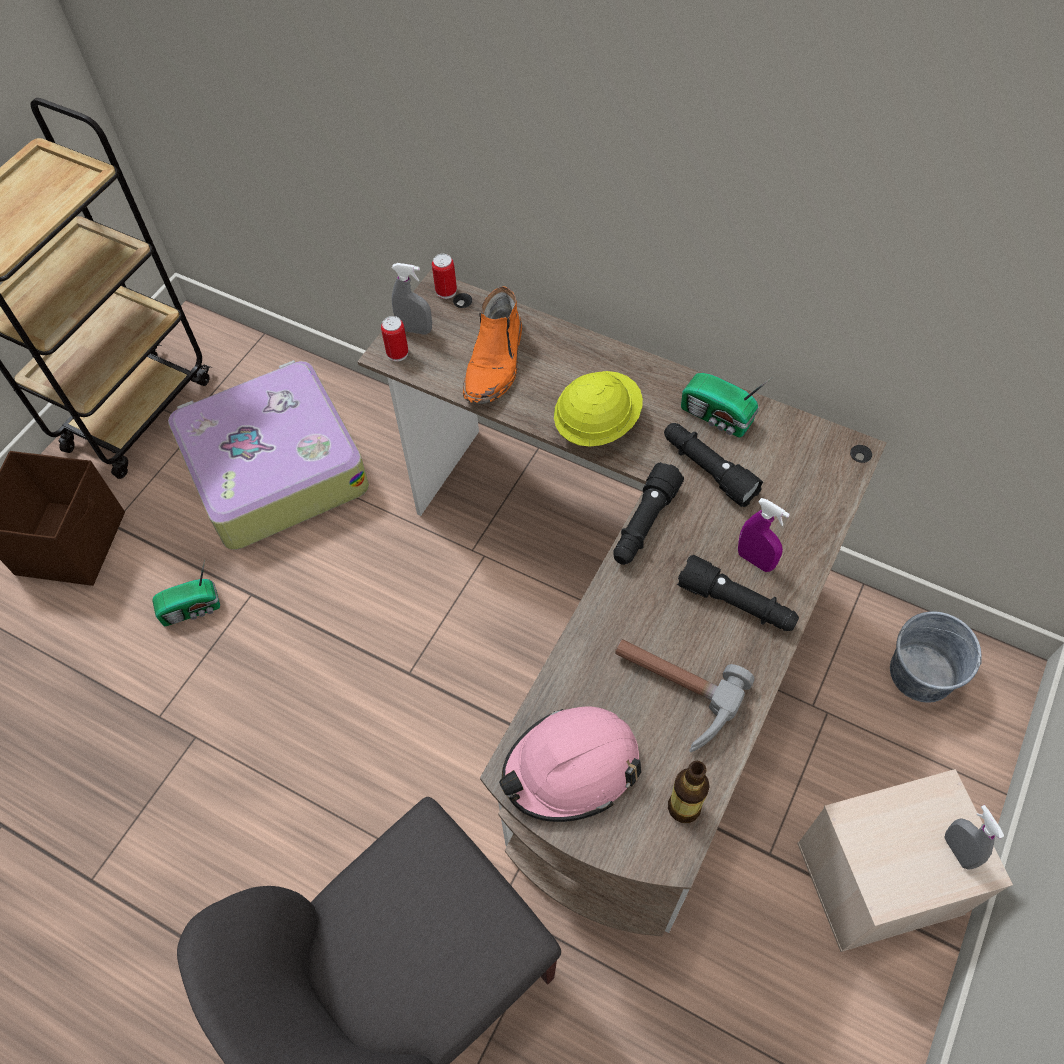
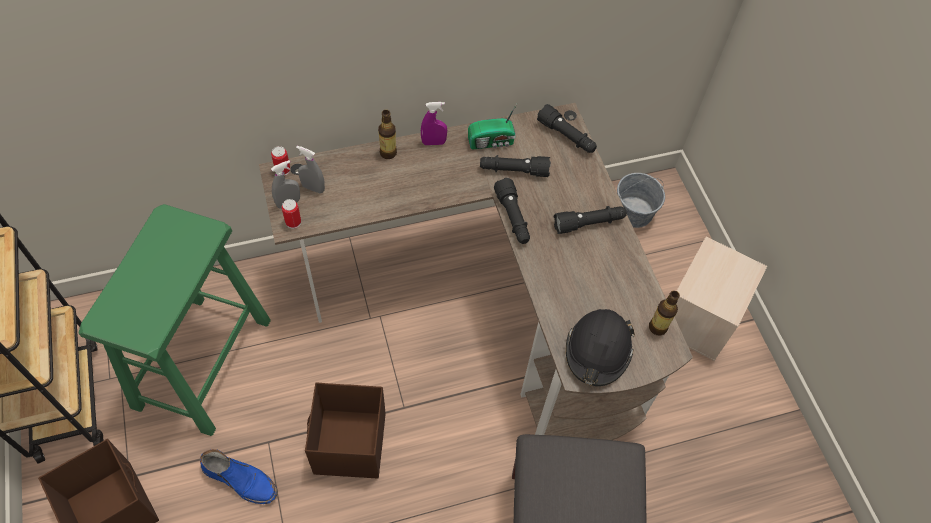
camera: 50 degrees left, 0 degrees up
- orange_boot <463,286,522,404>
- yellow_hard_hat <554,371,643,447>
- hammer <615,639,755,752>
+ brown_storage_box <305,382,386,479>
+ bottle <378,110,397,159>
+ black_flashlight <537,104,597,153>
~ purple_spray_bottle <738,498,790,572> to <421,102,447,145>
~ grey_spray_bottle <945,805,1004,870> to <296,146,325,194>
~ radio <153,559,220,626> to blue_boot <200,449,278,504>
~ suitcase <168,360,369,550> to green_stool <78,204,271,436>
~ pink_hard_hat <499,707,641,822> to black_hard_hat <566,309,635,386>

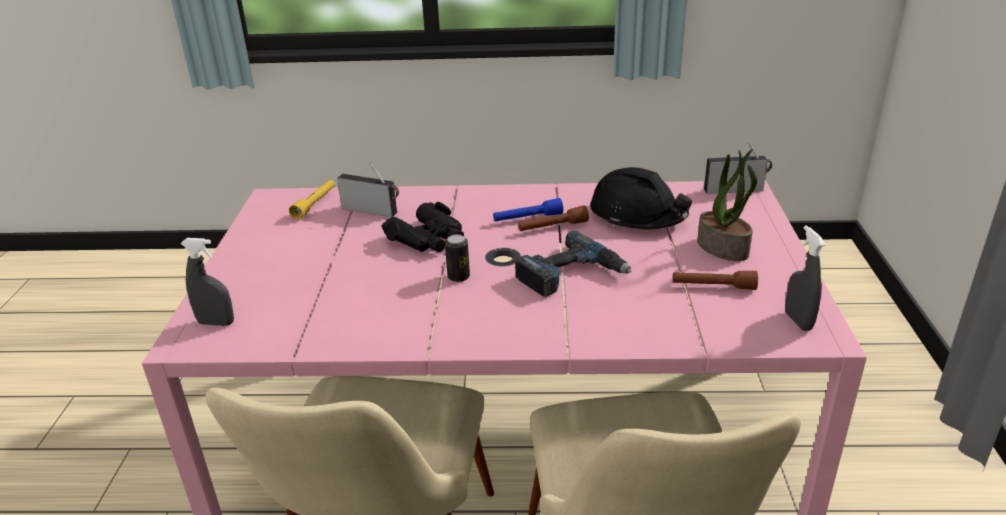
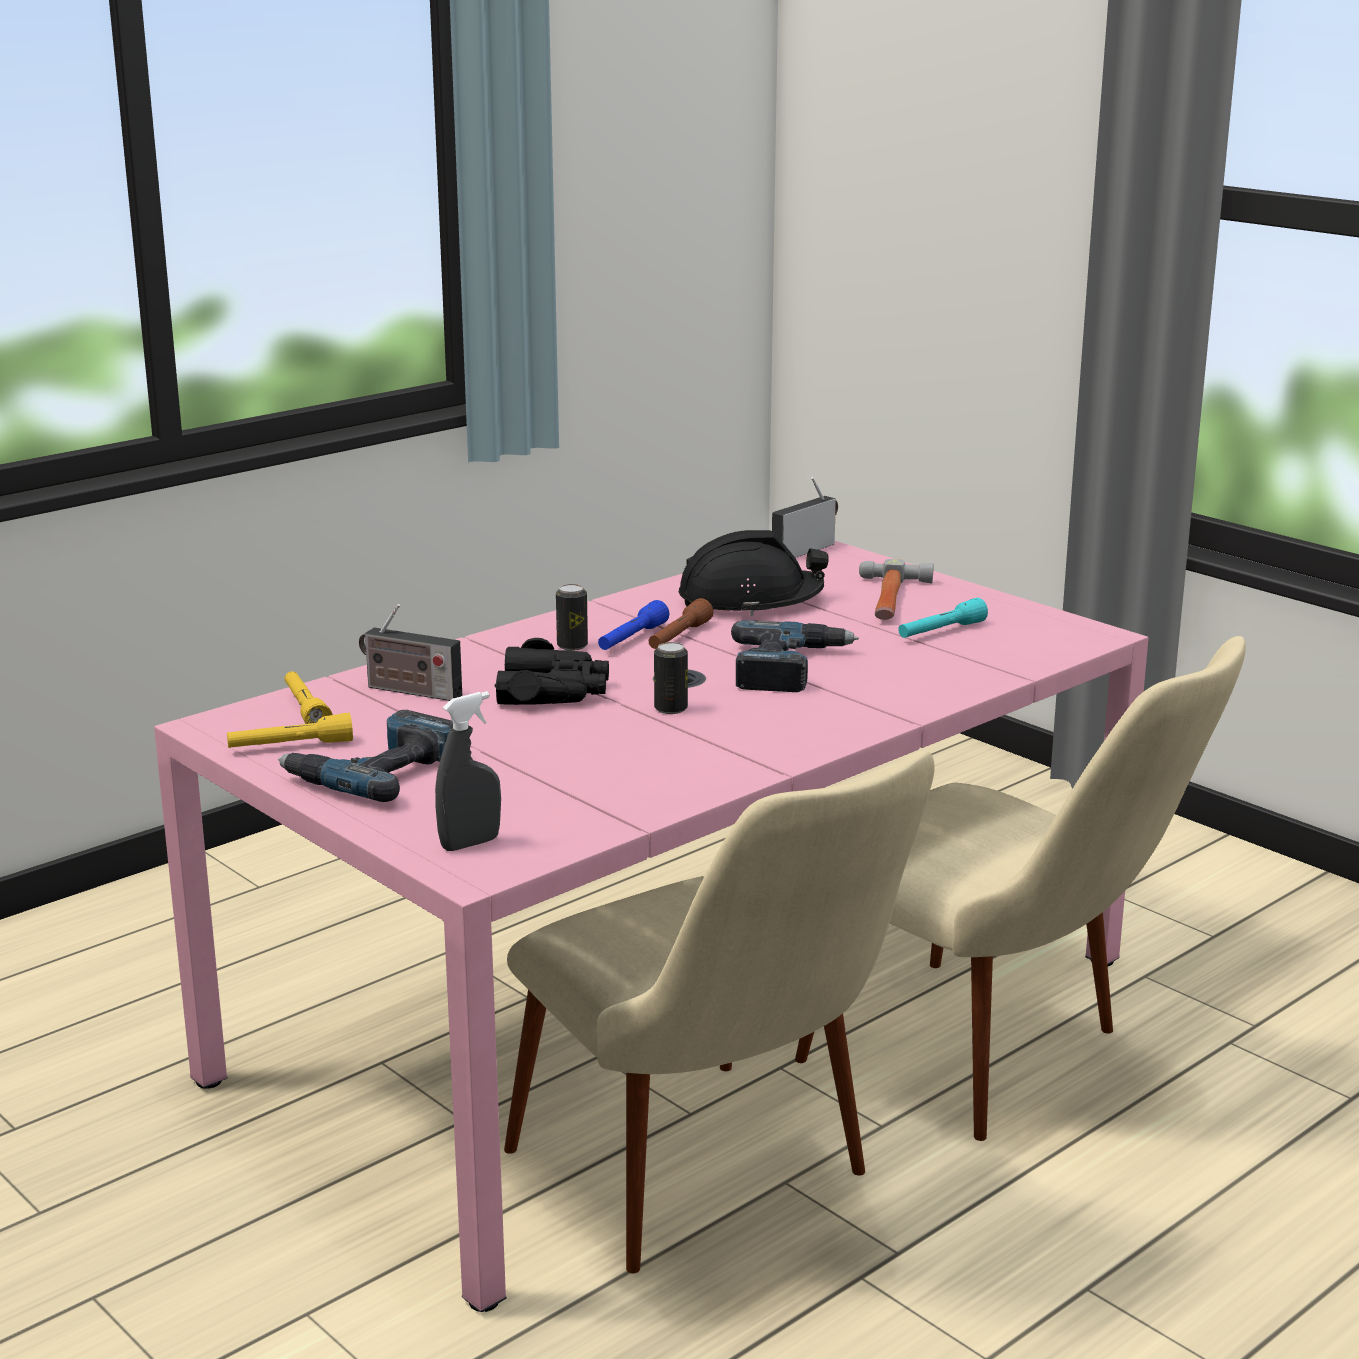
camera: 45 degrees left, 10 degrees down
- grey_spray_bottle <785,225,825,331>
+ yellow_flashlight <227,713,353,748>
+ power_drill <278,710,453,802>
+ can <556,584,588,651>
~ potted_plant <697,149,757,261> to hammer <859,559,934,620>
~ brown_flashlight <673,271,758,290> to turquoise_flashlight <898,598,988,638>
~ radio <337,163,399,217> = <359,604,462,701> 135 degrees counterclockwise

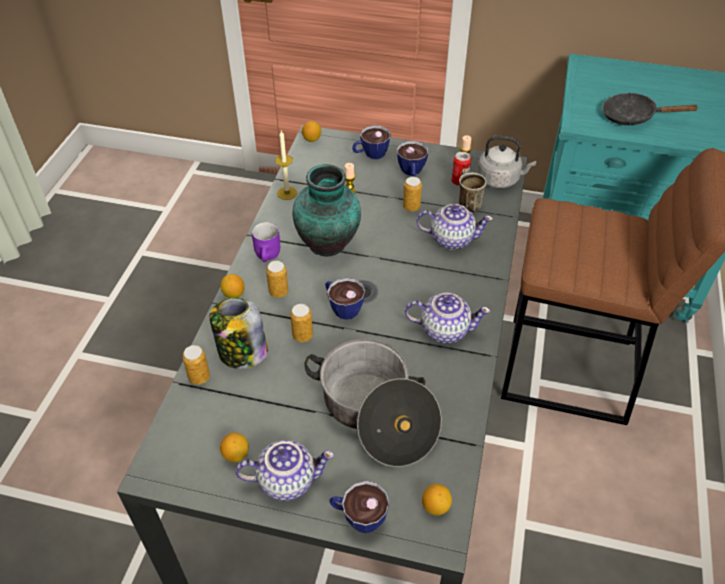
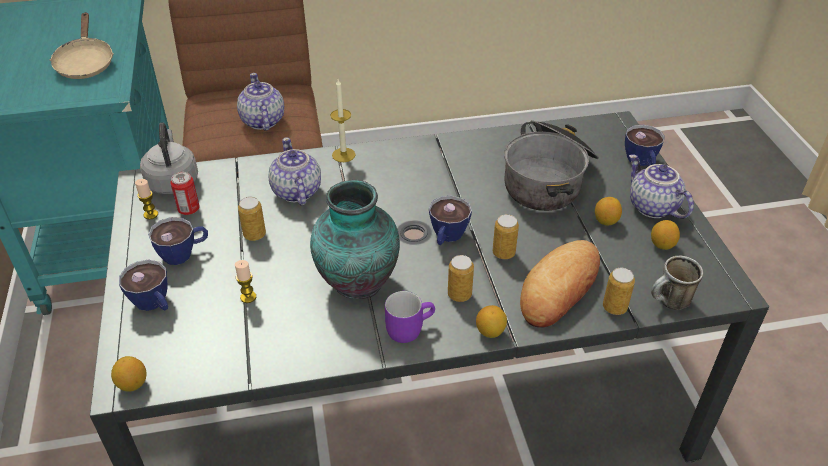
camera: 115 degrees left, 5 degrees down
~ candle <275,131,297,200> to <330,79,356,162>
~ teapot <405,293,491,343> to <237,73,284,131>
~ lemon <422,484,452,516> to <595,197,622,225>
~ mug <459,173,487,212> to <651,256,703,310>
~ jar <210,297,268,369> to bread <520,240,600,328>
~ black_frying_pan <602,93,699,125> to beige_frying_pan <50,12,114,79>

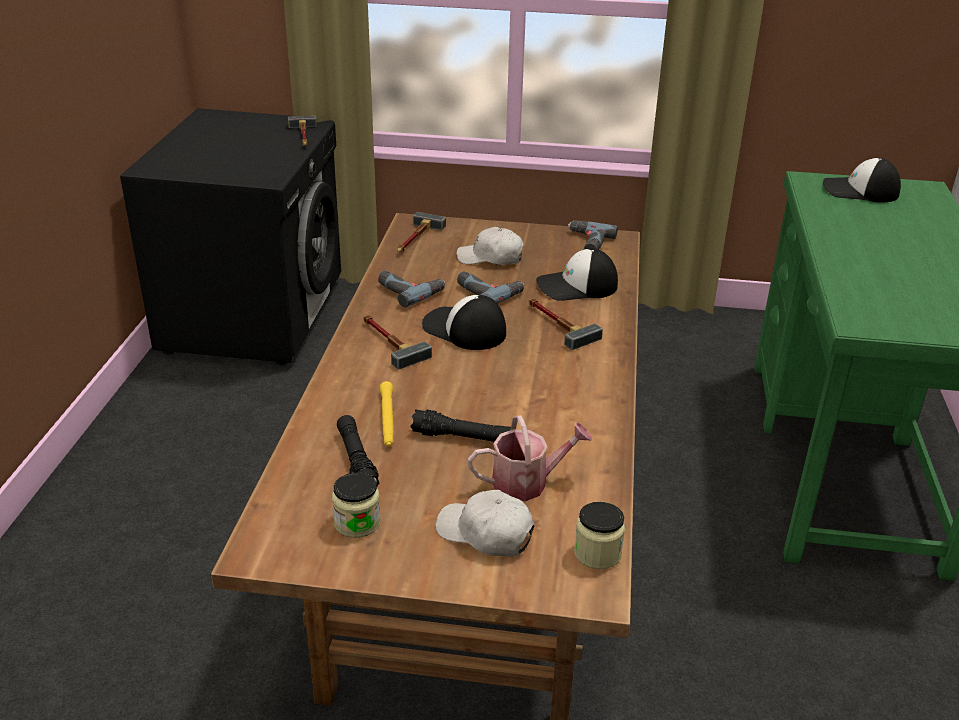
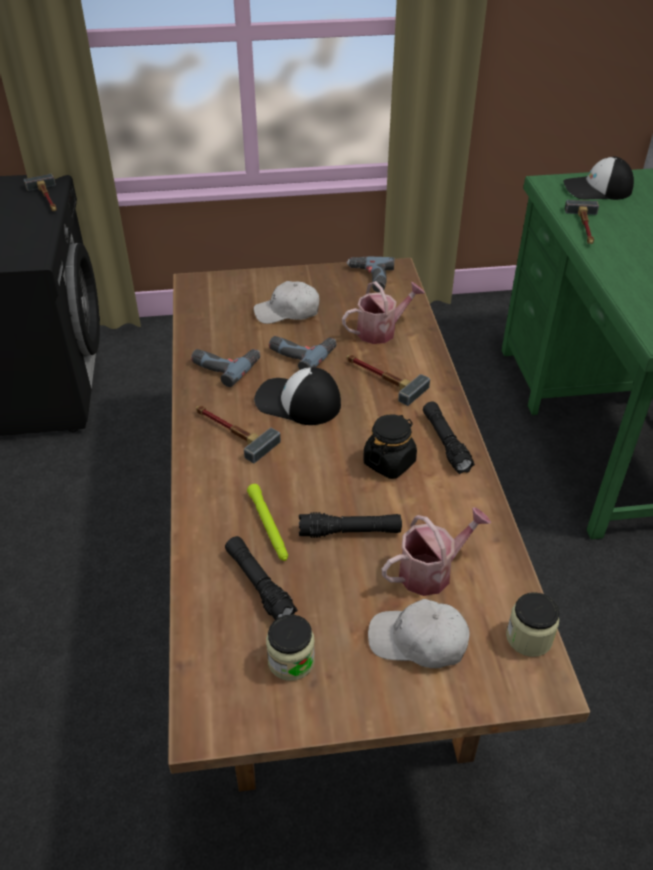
camera: 15 degrees left, 10 degrees up
+ black_jar <363,415,417,479>
+ black_flashlight <423,401,475,474>
~ hammer <397,212,446,253> to <565,200,599,244>
~ cap <536,248,618,301> to watering_can <342,281,425,344>
~ yellow_flashlight <380,381,394,447> to green_flashlight <247,484,288,561>

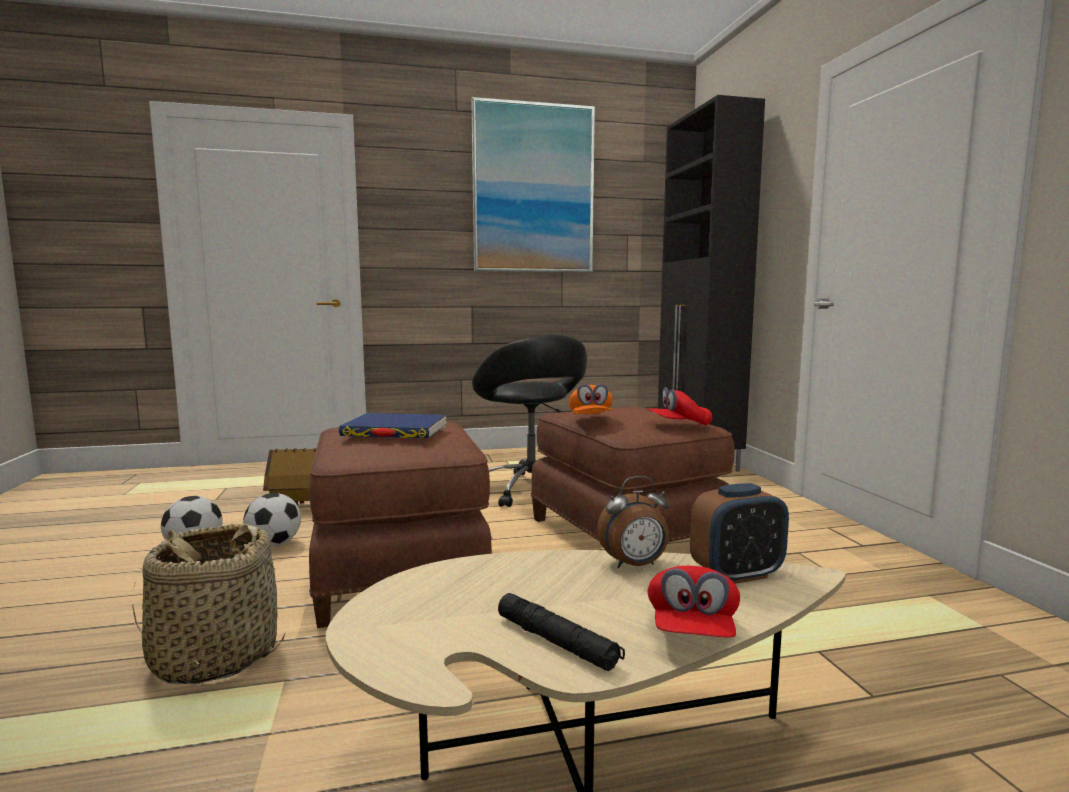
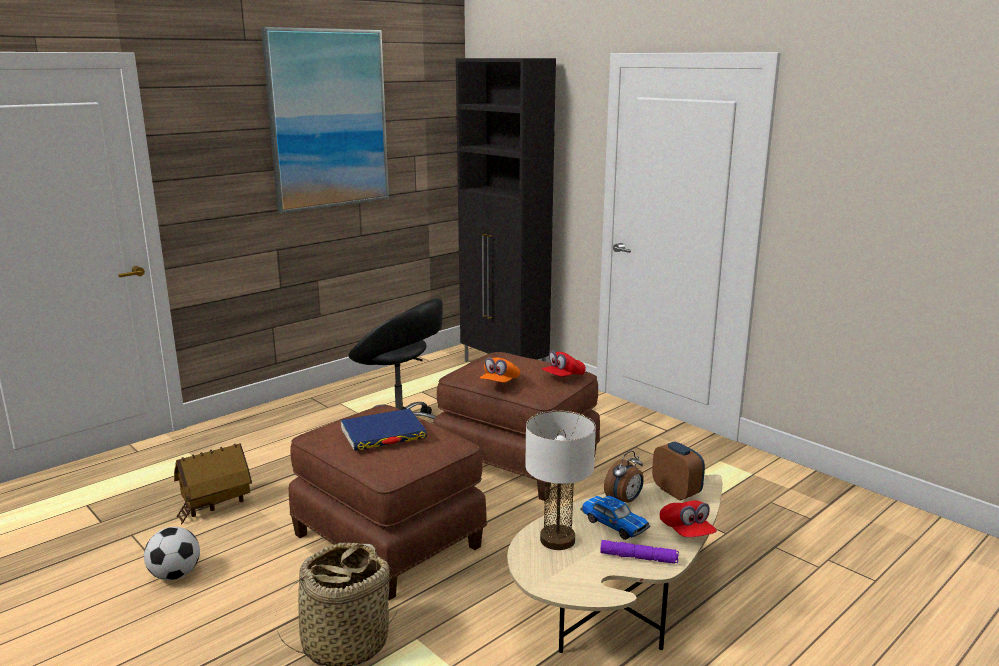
camera: 30 degrees left, 10 degrees up
- football <243,493,301,547>
+ table_lamp <525,411,596,550>
+ toy_car <581,496,650,540>
~ black_flashlight <498,593,625,671> to purple_flashlight <600,540,679,564>
~ orange_cap <569,384,613,414> = <480,357,520,383> 60 degrees clockwise
~ alarm_clock <690,483,789,584> = <652,442,705,500> 75 degrees counterclockwise

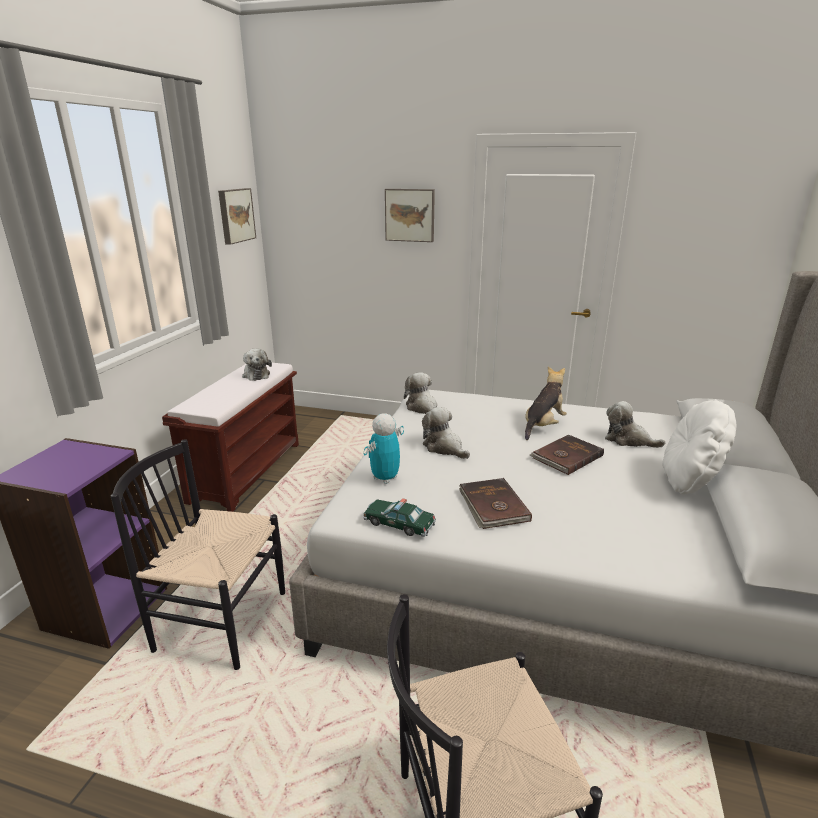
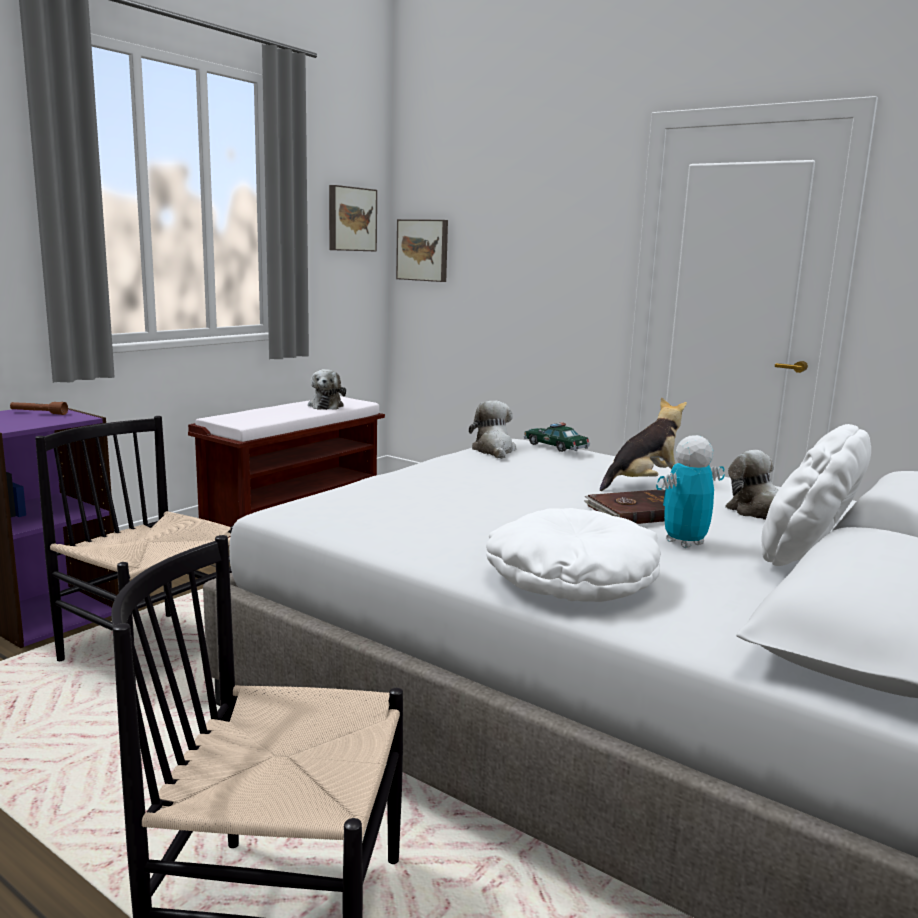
camera: 20 degrees right, 10 degrees down
- plush_toy <422,407,470,459>
- brown_book <459,478,532,529>
+ brown_flashlight <10,402,68,415>
+ white_pillow <486,508,661,602>
~ toy_robot <363,413,404,484> to <656,435,725,548>
~ toy_car <363,498,436,537> to <524,422,590,452>
~ picture <385,189,435,242> to <396,219,448,282>

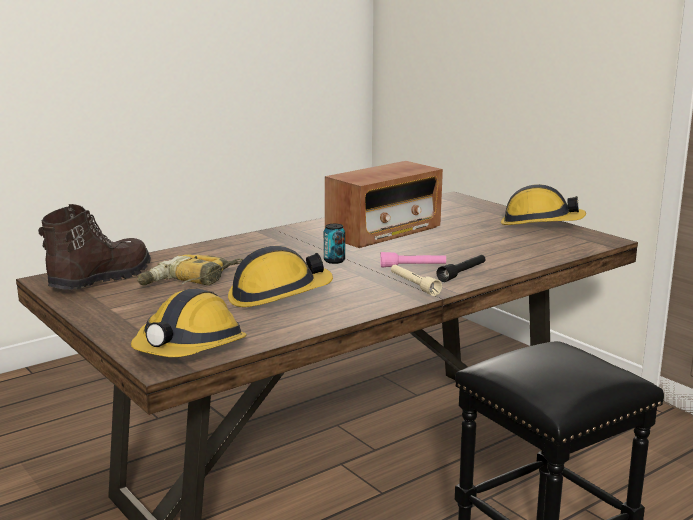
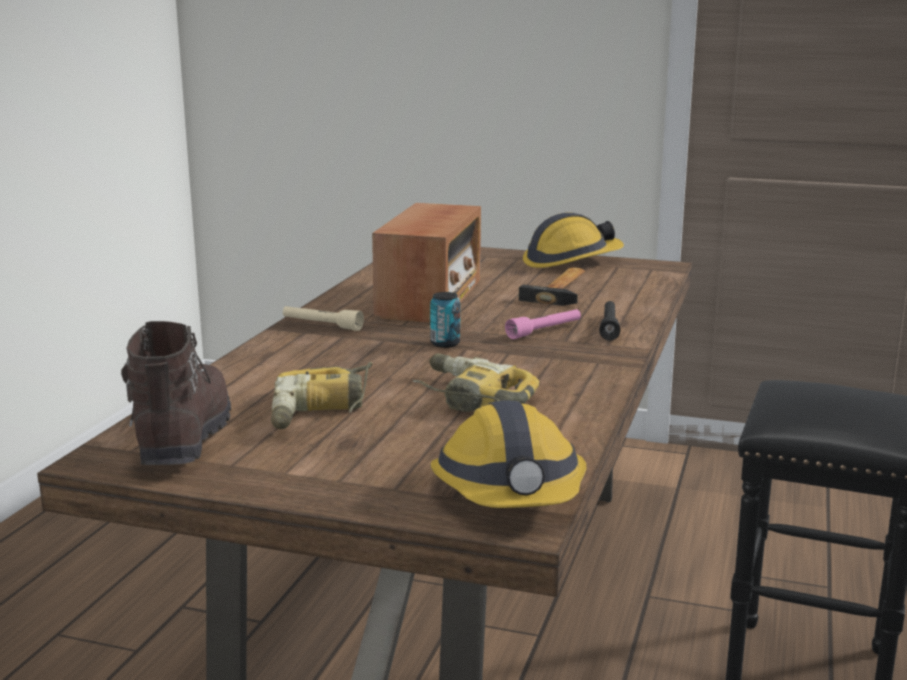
camera: 35 degrees left, 0 degrees up
+ hammer <519,268,585,306>
~ beige_flashlight <391,265,442,296> to <283,306,364,331>
~ hard_hat <228,246,333,307> to power_drill <413,353,539,412>

